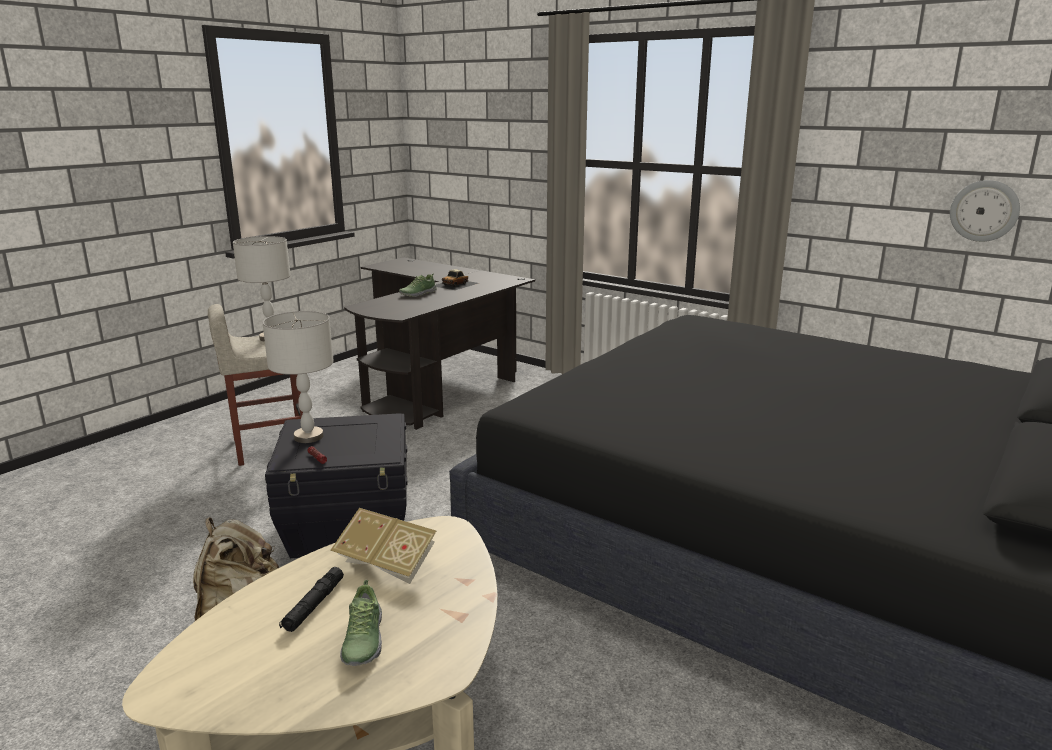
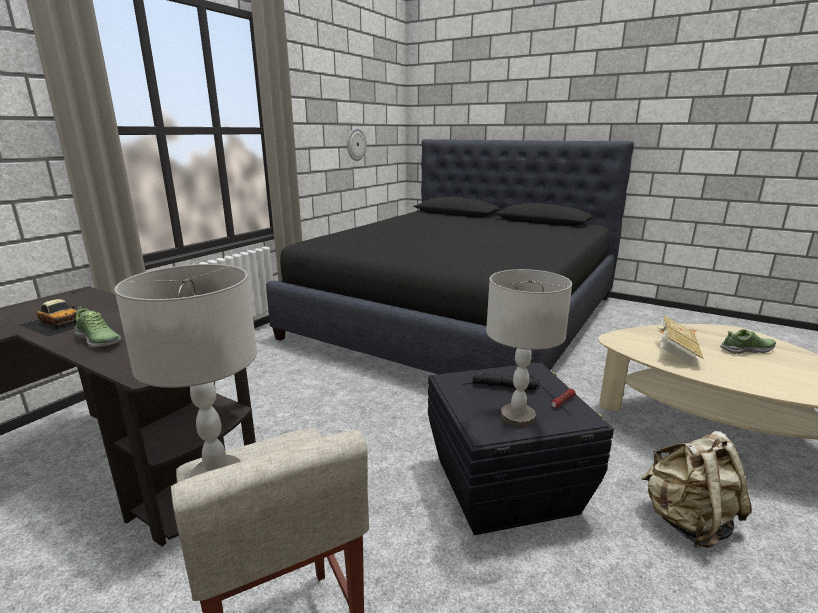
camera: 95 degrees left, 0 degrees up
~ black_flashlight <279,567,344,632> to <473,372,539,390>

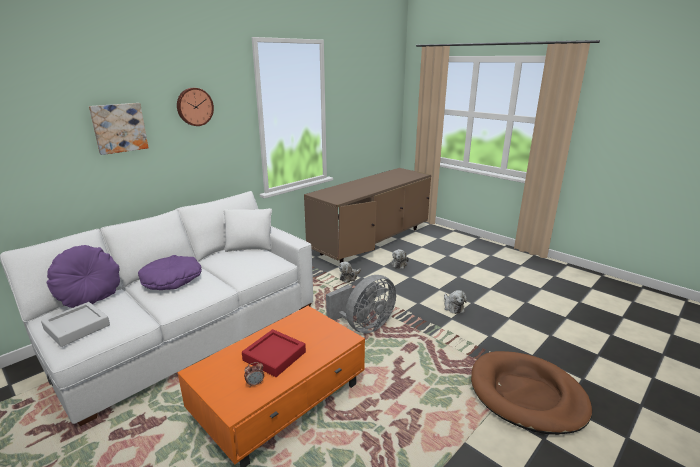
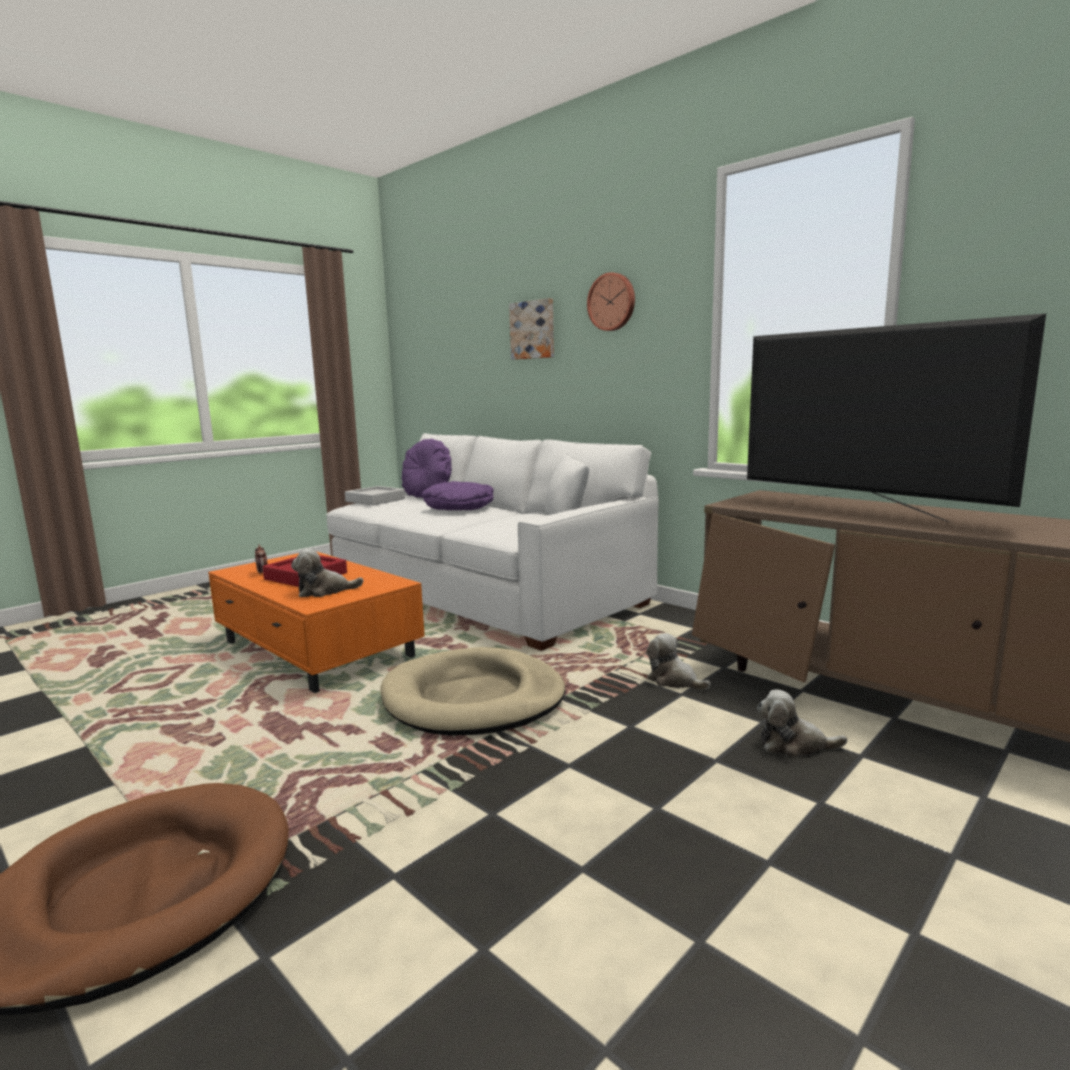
camera: 90 degrees right, 10 degrees down
+ television <747,314,1046,523>
~ plush_toy <444,290,467,314> to <291,549,364,597>
~ grey_fan <326,275,396,333> to beige_dog_bed <380,647,565,736>

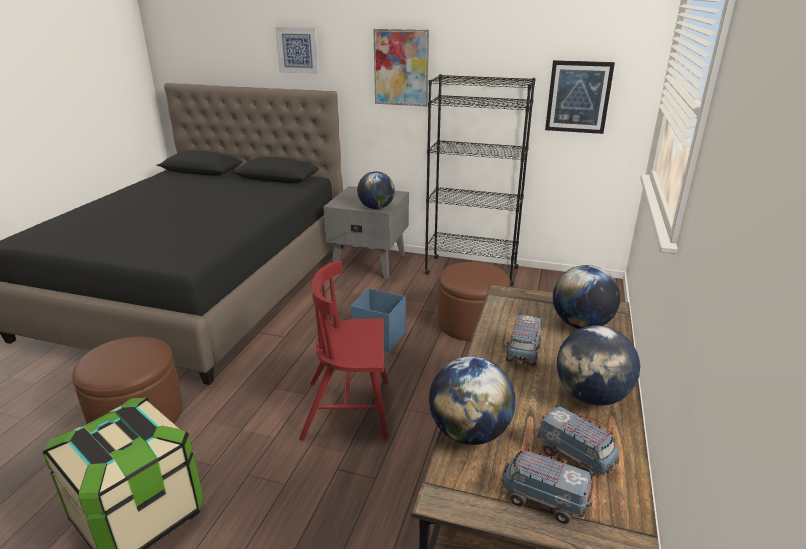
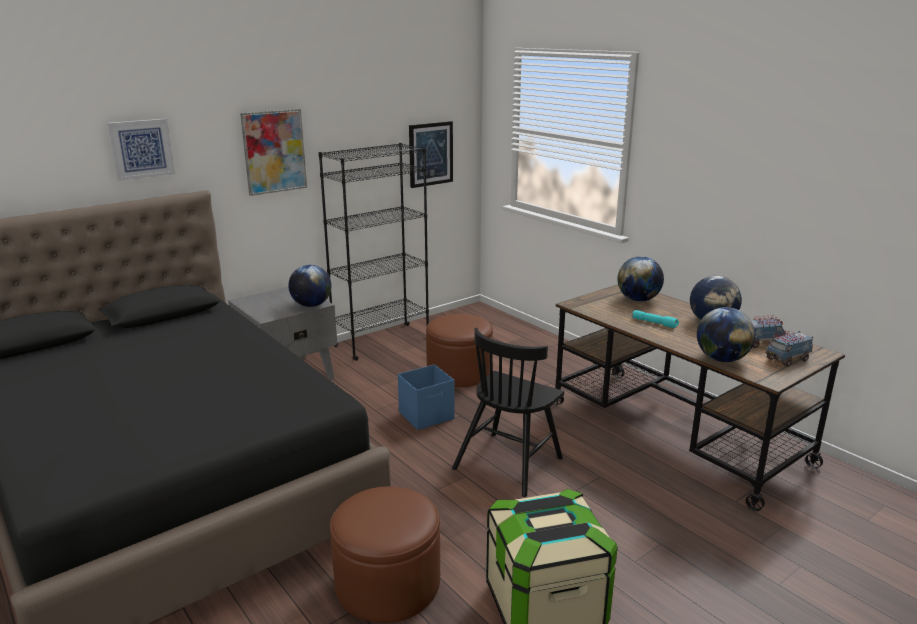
camera: 55 degrees left, 5 degrees down
~ toy_truck <506,313,541,366> to turquoise_flashlight <632,310,679,328>
~ red_chair <299,261,388,441> to black_chair <452,328,564,497>

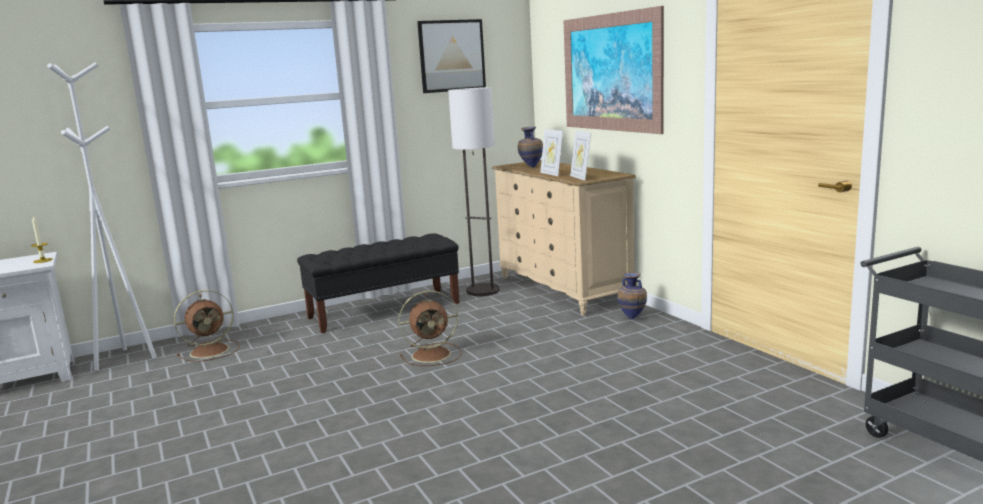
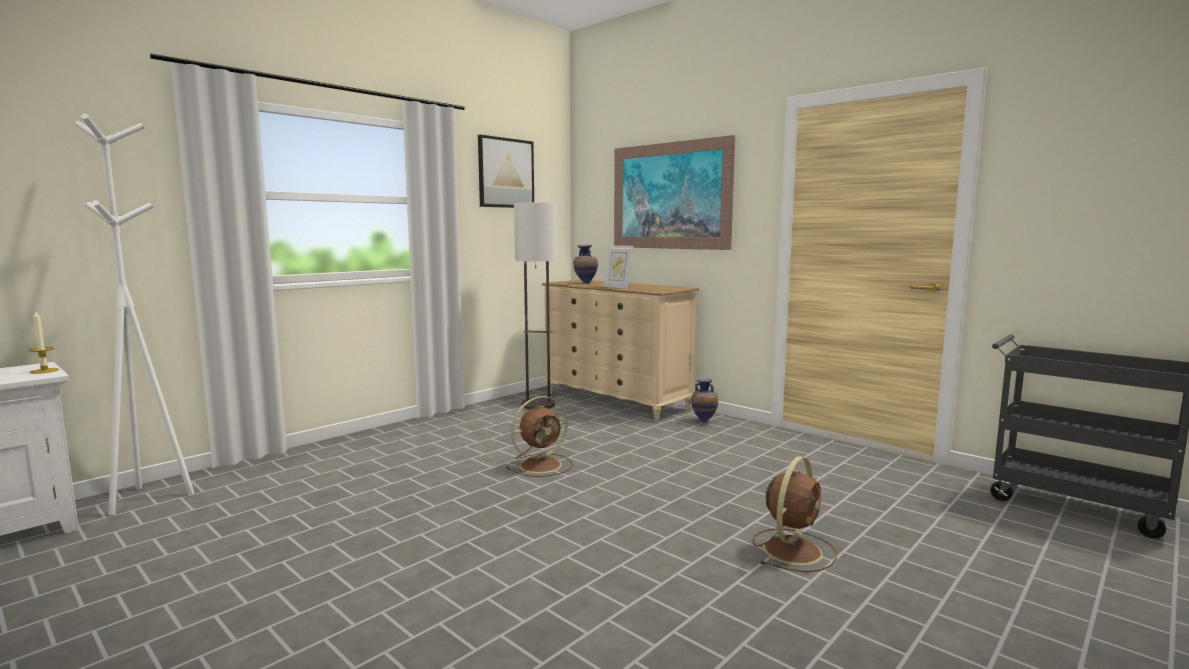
camera: 20 degrees left, 5 degrees down
- black_bench <297,233,460,334>
- picture_frame <570,130,591,181>
~ brown_fan <174,290,240,362> to <752,456,836,572>

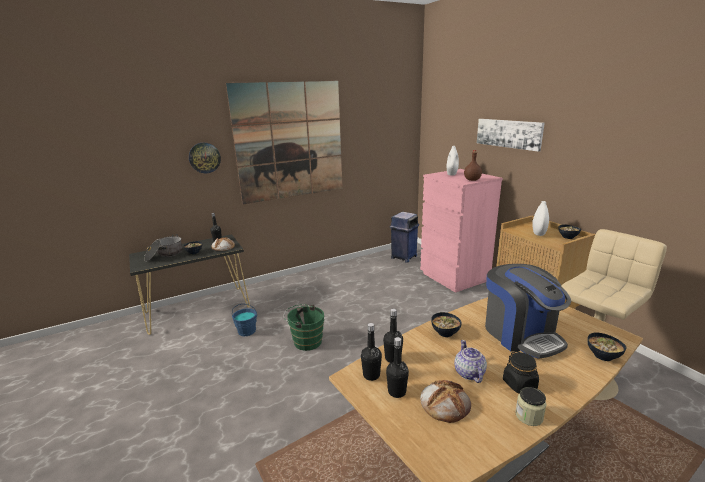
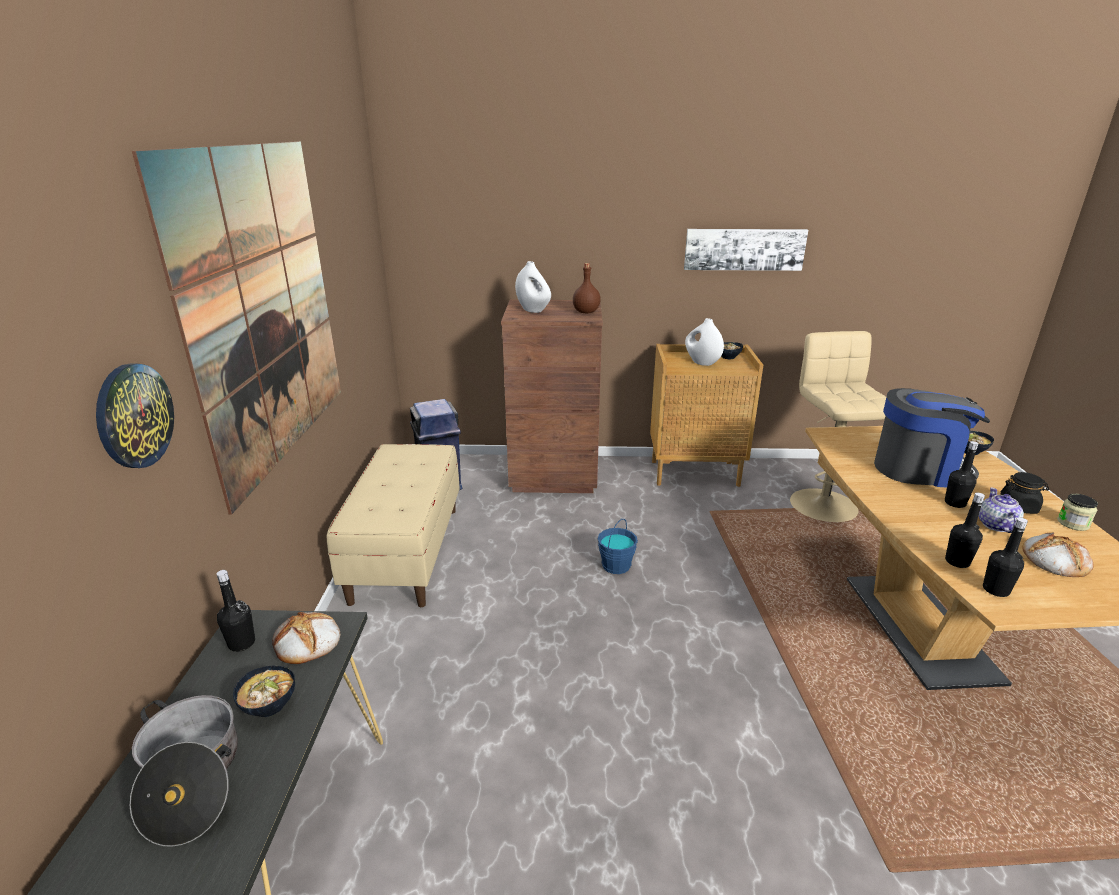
camera: 60 degrees left, 5 degrees up
- green_bucket <283,304,324,351>
- bowl <431,312,462,337>
+ beige_bench <327,444,460,607>
~ blue_bucket <232,304,257,336> to <598,519,638,574>
~ black_bottle <386,337,409,398> to <945,441,979,508>
~ picture <477,119,545,152> to <684,229,808,271>
~ pink_dresser <420,169,503,293> to brown_dresser <501,300,603,493>
~ teapot <454,340,487,383> = <979,488,1024,533> 75 degrees clockwise

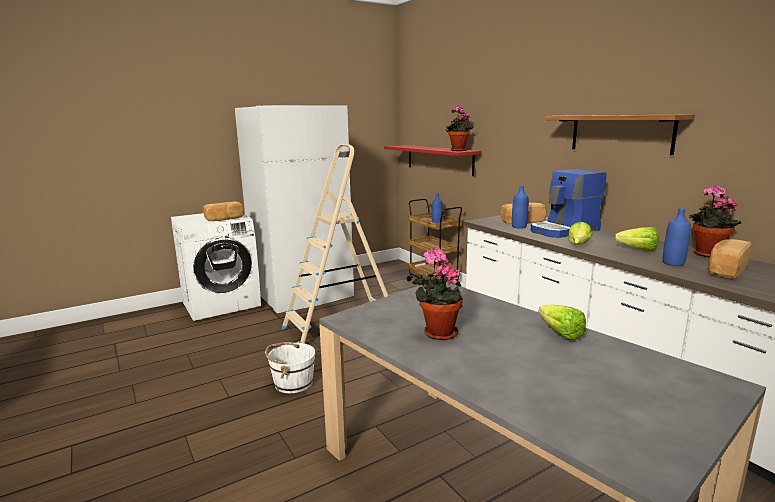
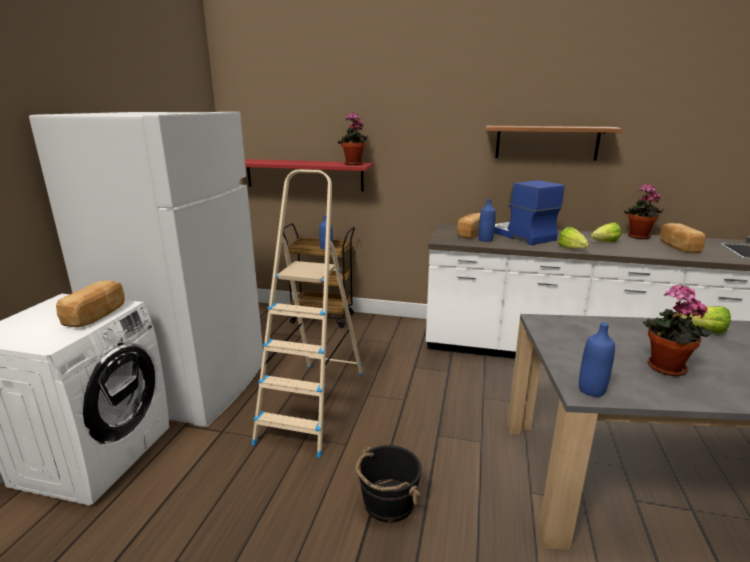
camera: 45 degrees left, 5 degrees up
~ blue_bottle <663,208,691,266> to <579,322,615,397>
~ white_bucket <265,341,315,394> to black_bucket <355,445,422,523>
~ coffee_machine <531,169,607,238> = <494,180,565,245> 135 degrees clockwise

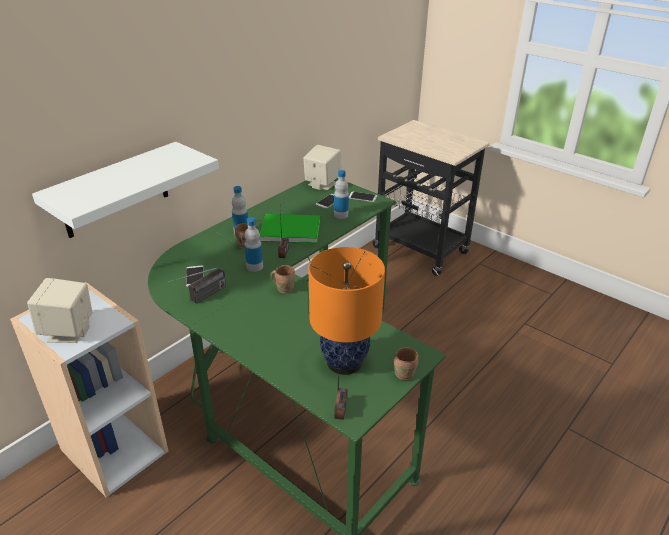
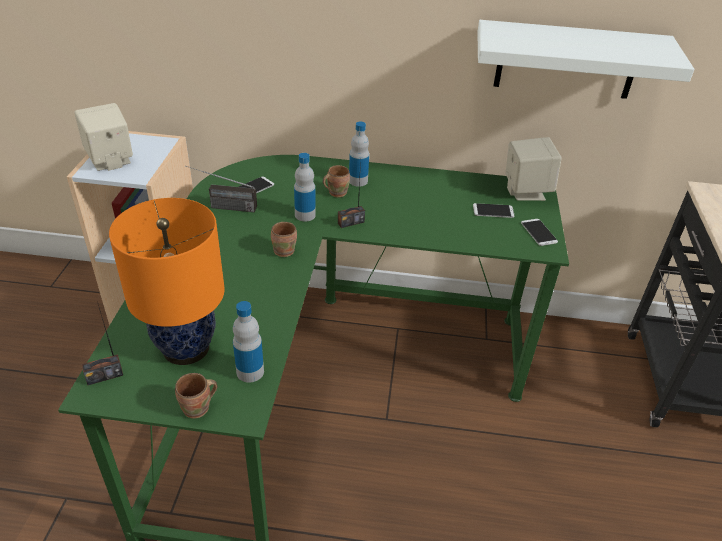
camera: 55 degrees right, 5 degrees up
- green_book <260,214,320,243>
~ white_shelf <32,142,219,238> to <477,20,694,99>
~ bottle <334,170,349,219> to <233,301,264,383>

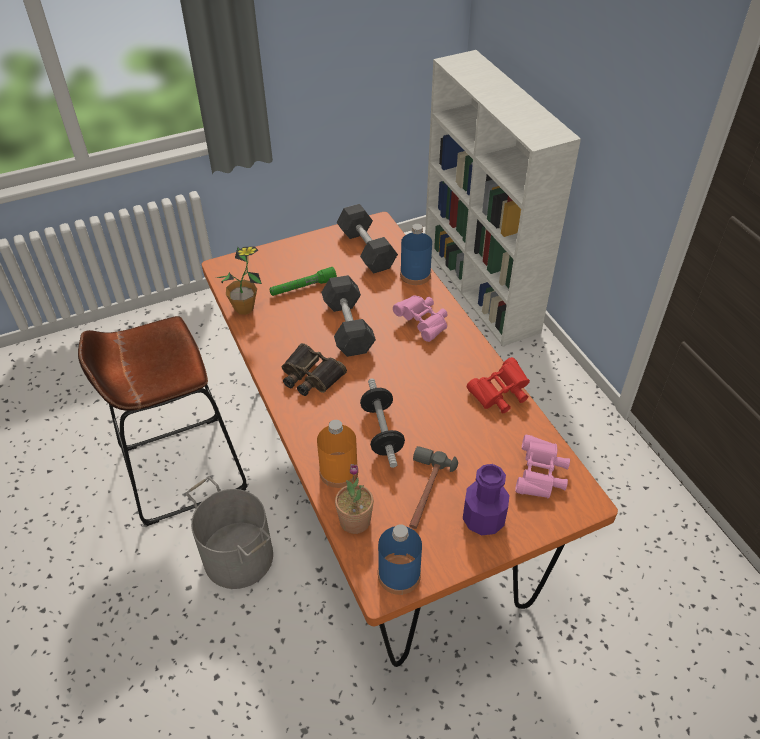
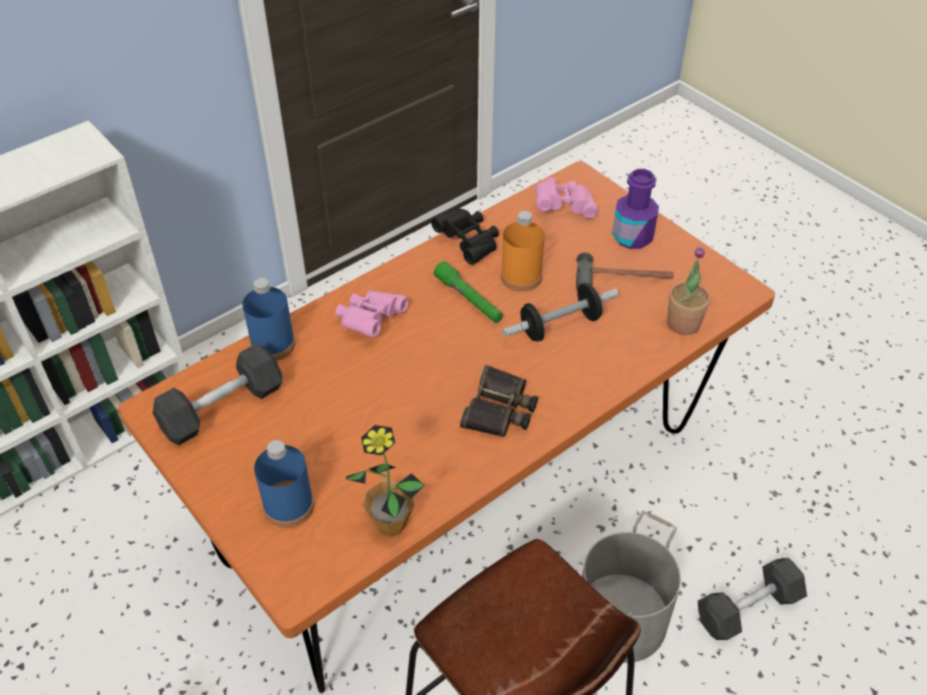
camera: 105 degrees left, 0 degrees up
~ green_flashlight <269,267,337,296> to <434,261,503,323>
~ orange_bottle <317,420,358,488> to <501,211,545,292>
~ grey_dumbbell <321,275,376,357> to <698,558,807,640>
~ blue_bottle <378,524,422,595> to <254,440,314,528>
~ red_binoculars <467,357,530,413> to black_binoculars <431,209,499,264>

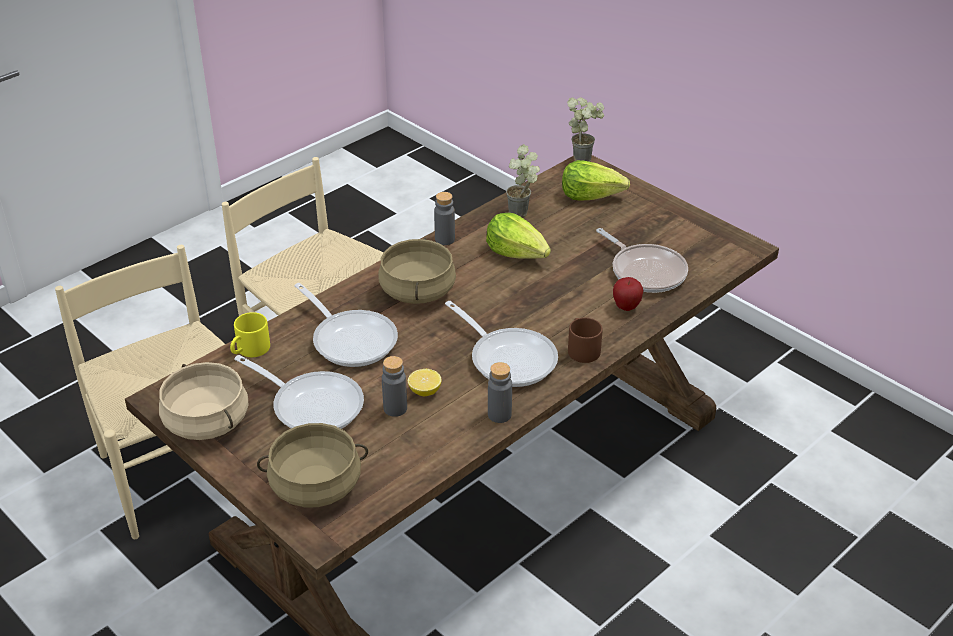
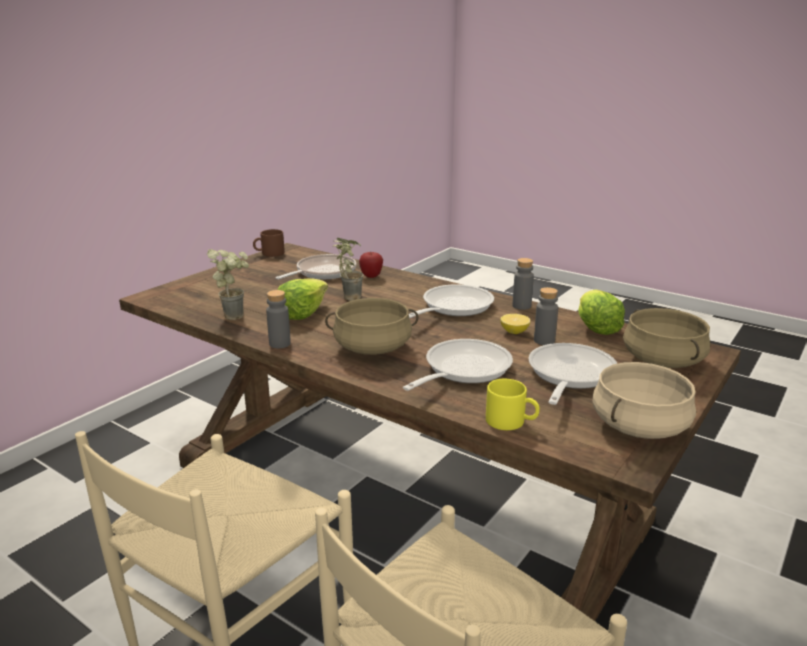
camera: 100 degrees left, 15 degrees down
~ lettuce <562,160,630,201> to <578,289,625,335>
~ potted_plant <567,97,604,162> to <333,238,364,301>
~ brown_mug <568,318,603,363> to <253,229,285,257>

